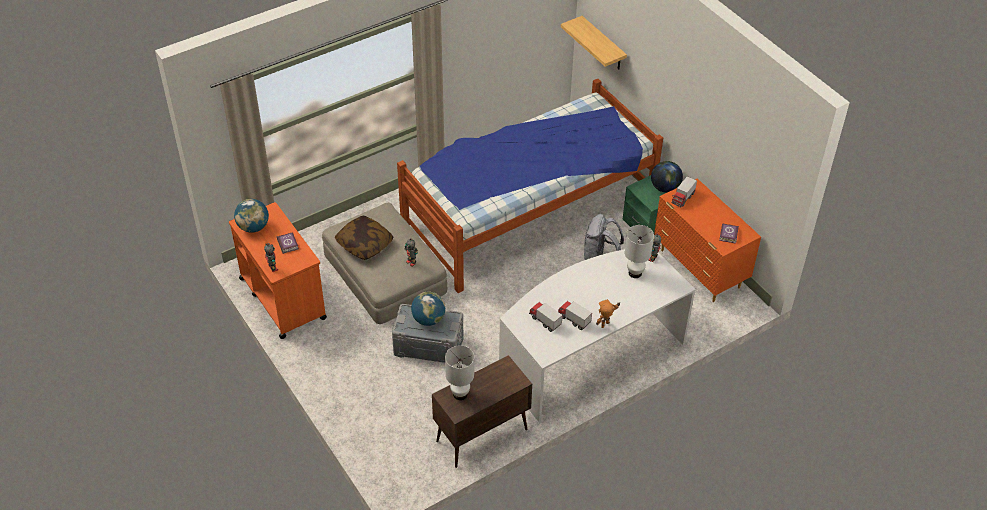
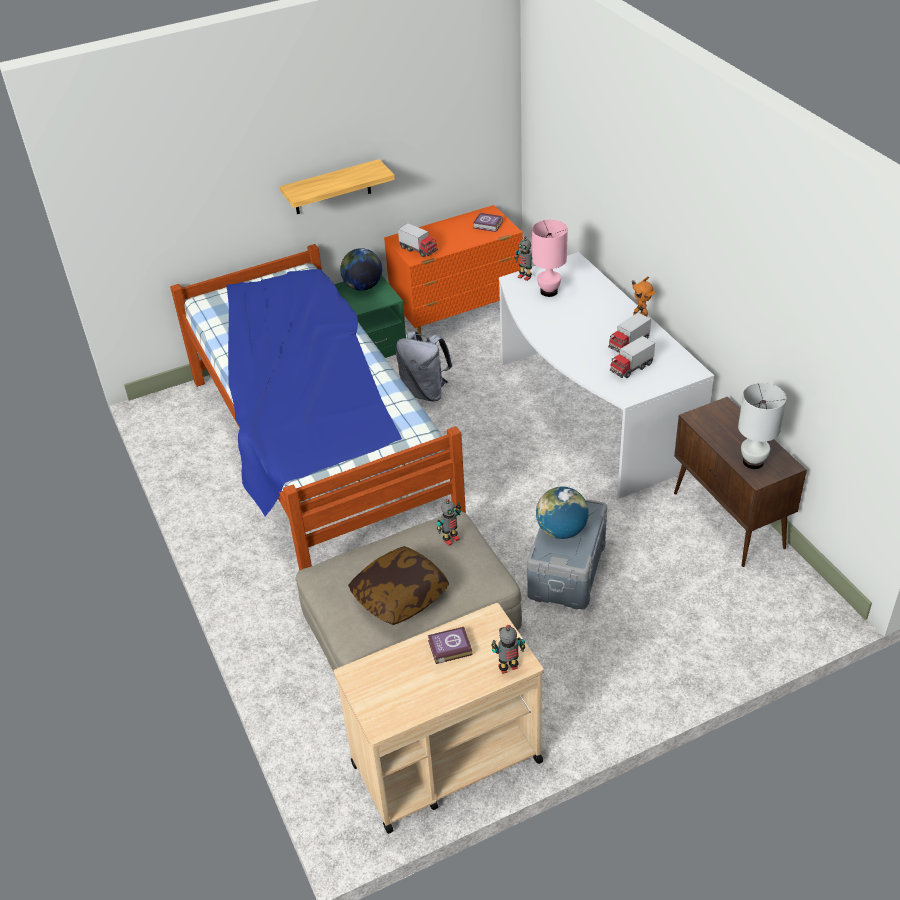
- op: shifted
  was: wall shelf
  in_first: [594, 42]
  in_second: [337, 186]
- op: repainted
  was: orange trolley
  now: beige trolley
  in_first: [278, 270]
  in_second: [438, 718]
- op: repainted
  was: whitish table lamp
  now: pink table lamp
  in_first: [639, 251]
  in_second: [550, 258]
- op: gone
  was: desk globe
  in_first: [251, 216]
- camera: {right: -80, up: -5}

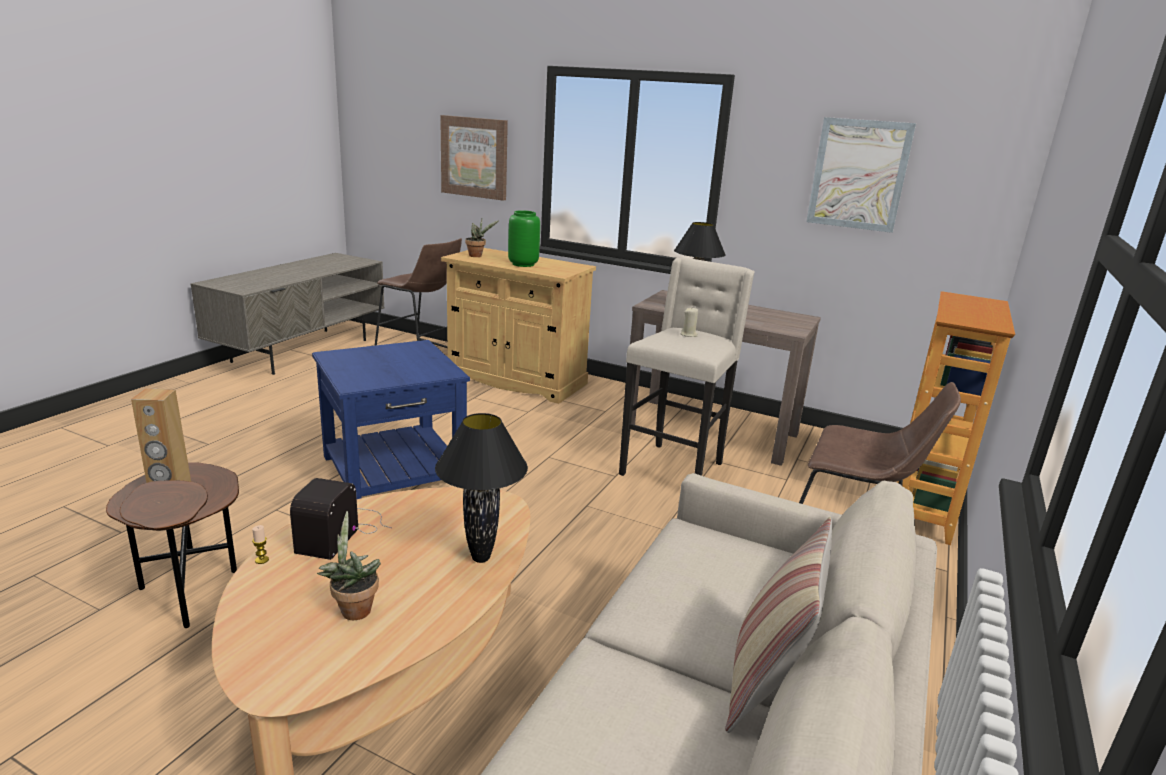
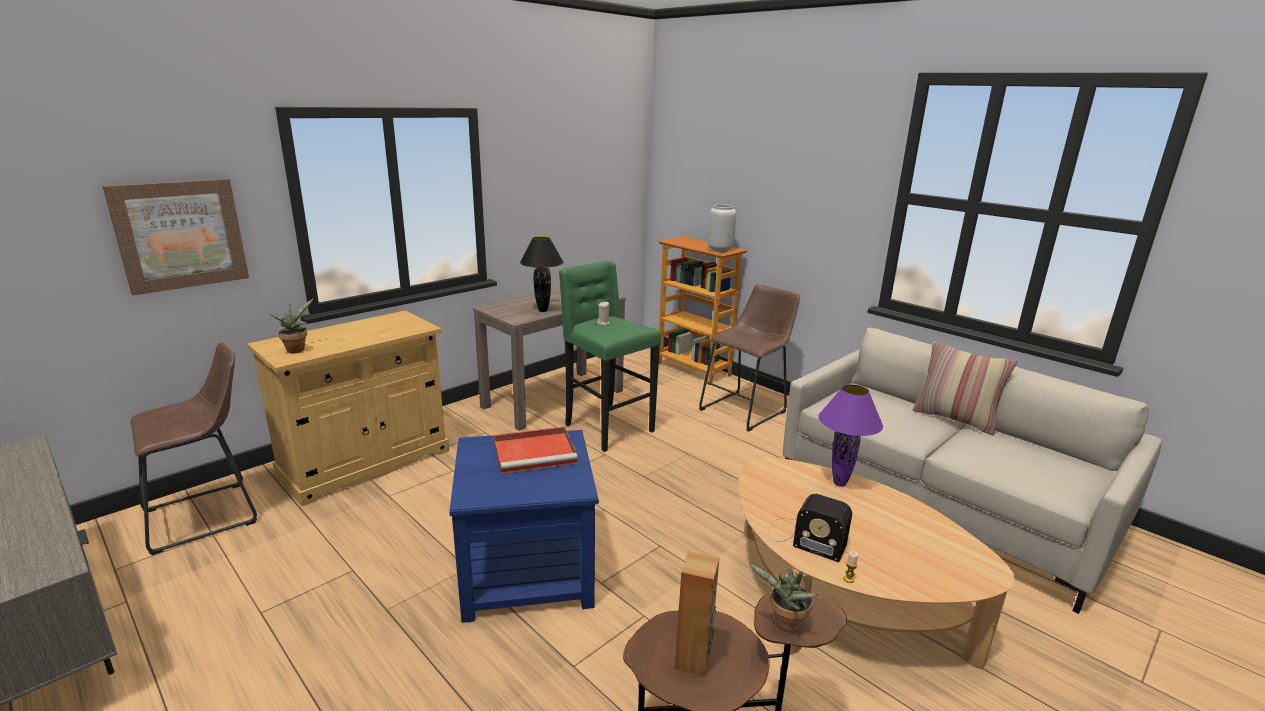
- op: new
  now: red serving tray
  in_second: [535, 450]
- op: repainted
  was: beige sitting stool
  now: greenish sitting stool
  in_first: [687, 367]
  in_second: [610, 356]
- op: new
  now: greyish vase
  in_second: [722, 228]
- op: shifted
  was: plant in a pot
  in_first: [349, 565]
  in_second: [783, 598]
- op: repainted
  was: black table lamp
  now: purple-coloured table lamp
  in_first: [481, 488]
  in_second: [850, 435]
- op: gone
  was: greenish vase
  in_first: [524, 238]
- op: gone
  was: wall art
  in_first: [861, 175]
- camera: {right: -70, up: 0}

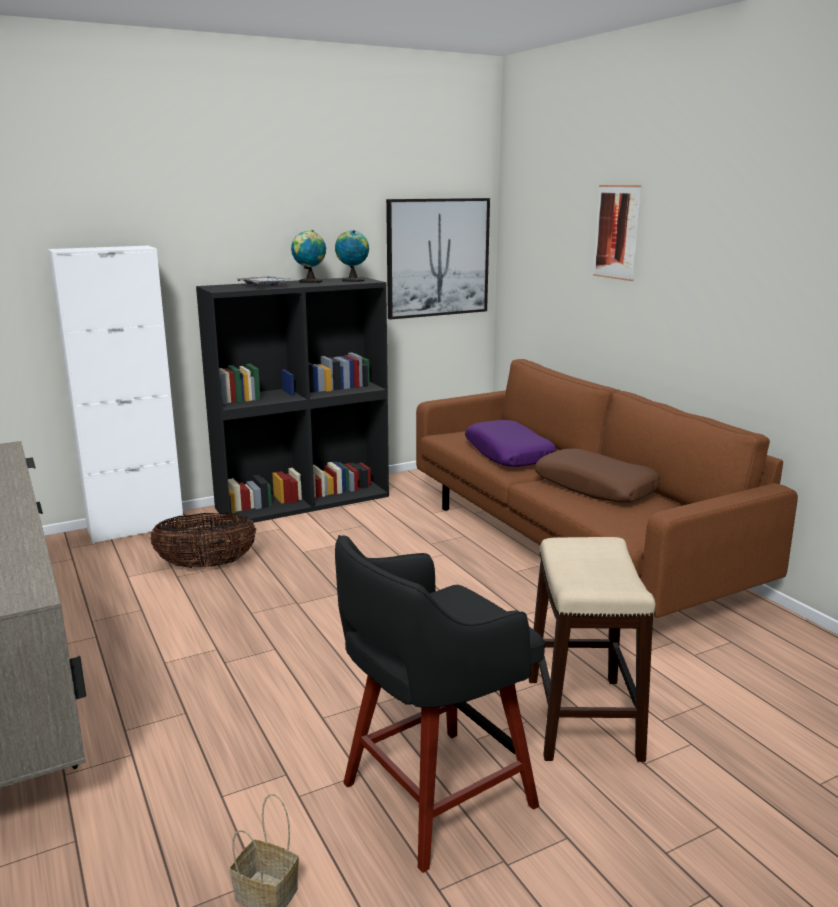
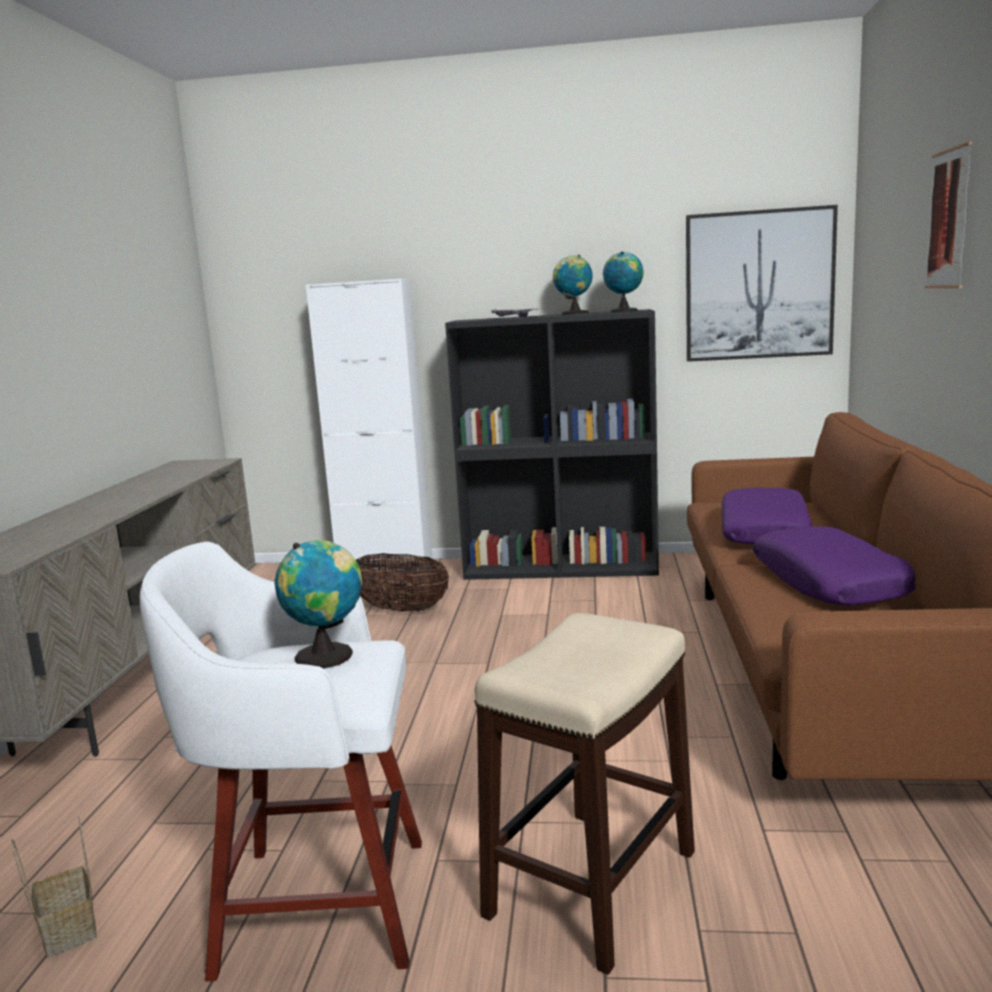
- op: repainted
  was: black sitting stool
  now: whitish sitting stool
  in_first: [440, 704]
  in_second: [281, 761]
- op: new
  now: desk globe
  in_second: [318, 604]
- op: repainted
  was: brownish pillow
  now: purple-coloured pillow
  in_first: [597, 475]
  in_second: [834, 566]
- camera: {right: 35, up: -5}

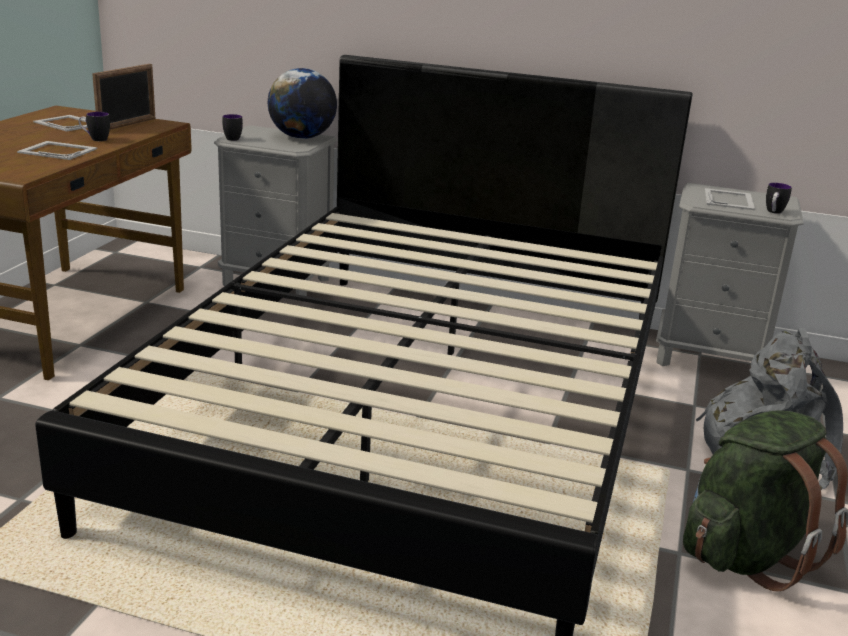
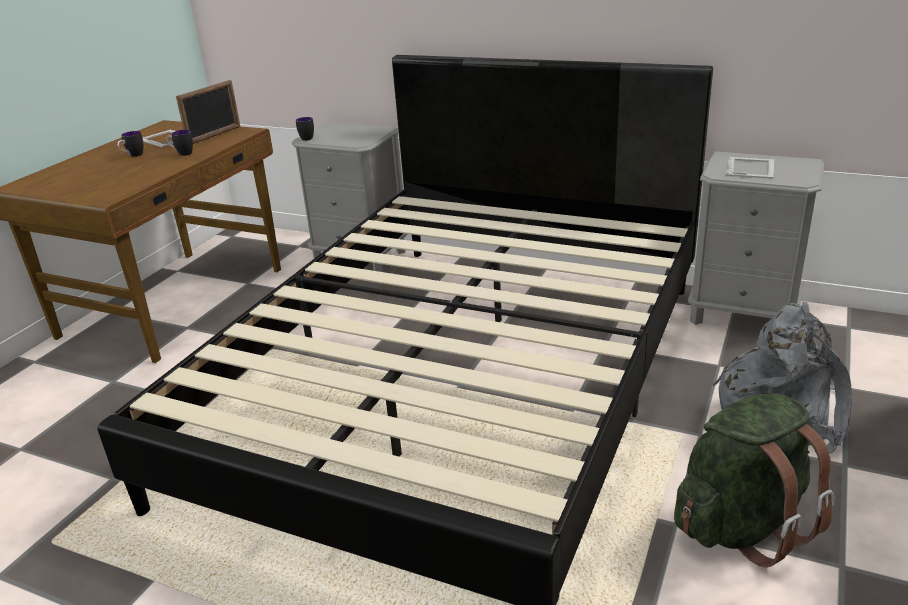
- op: shifted
  was: tea mug
  in_first: [779, 198]
  in_second: [130, 144]
- op: gone
  was: picture frame
  in_first: [57, 150]
- op: gone
  was: desk globe
  in_first: [302, 103]
- camera: {right: 10, up: 5}

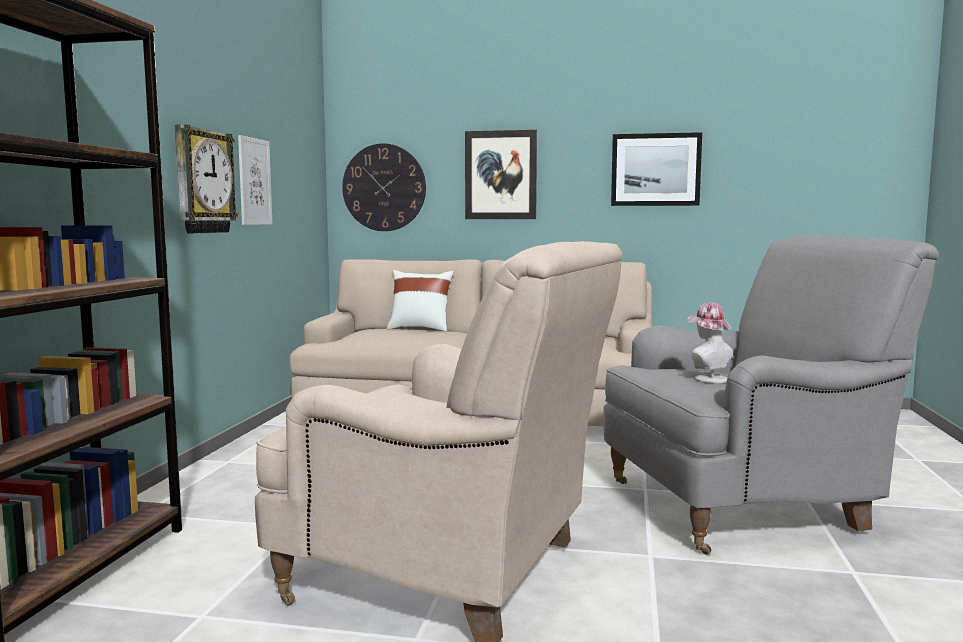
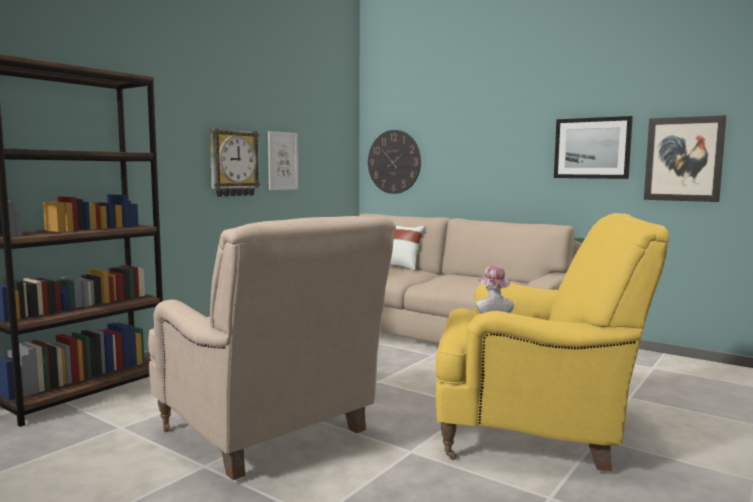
- op: repainted
  was: greyish easy chair
  now: yellow easy chair
  in_first: [771, 395]
  in_second: [552, 342]
- op: shifted
  was: wall art
  in_first: [501, 174]
  in_second: [685, 158]
- camera: {right: 25, up: 0}

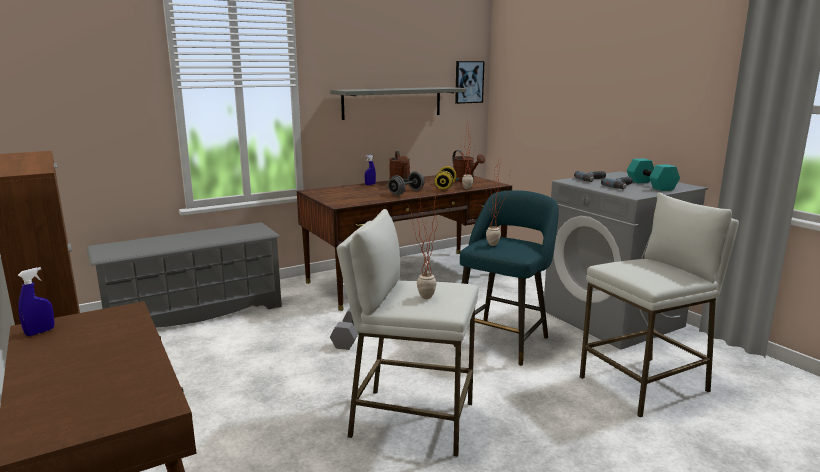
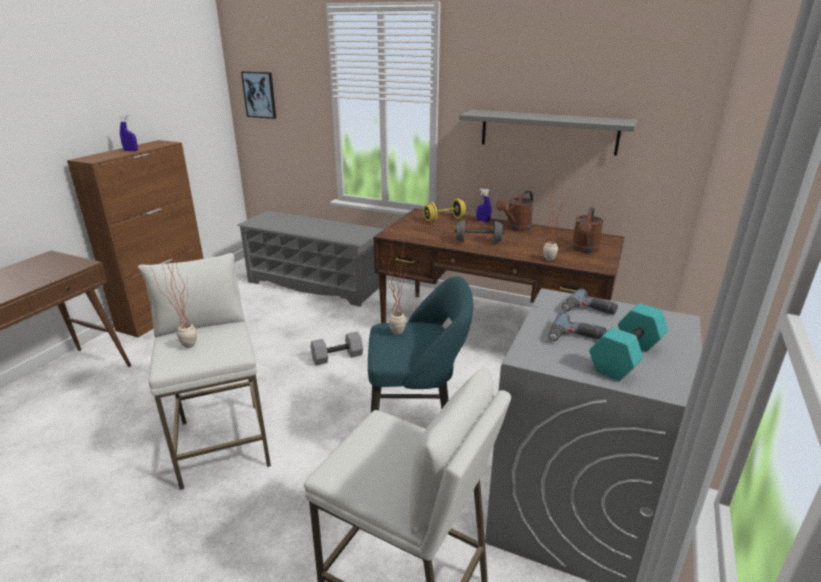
- op: shifted
  was: blue hand sprayer
  in_first: [36, 301]
  in_second: [128, 132]
- op: shifted
  was: wall art
  in_first: [470, 82]
  in_second: [258, 95]
- op: shifted
  was: yellow hand weight
  in_first: [445, 178]
  in_second: [445, 210]
- camera: {right: 55, up: 10}

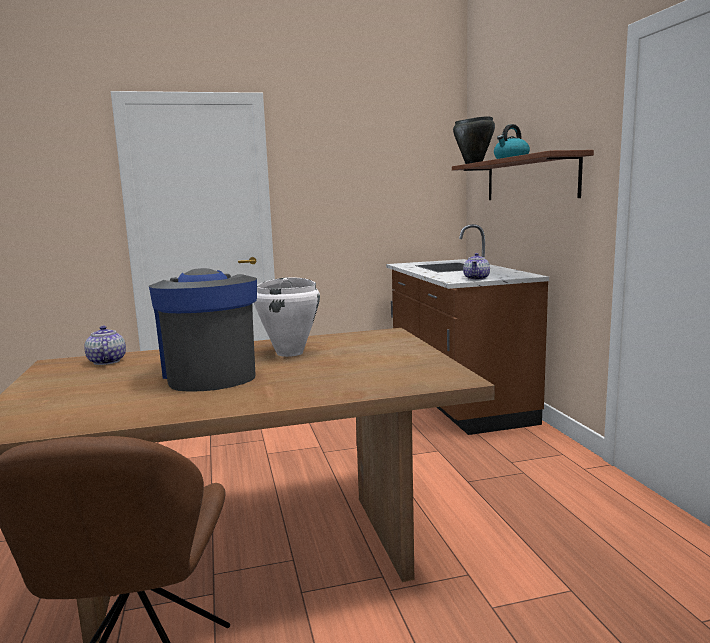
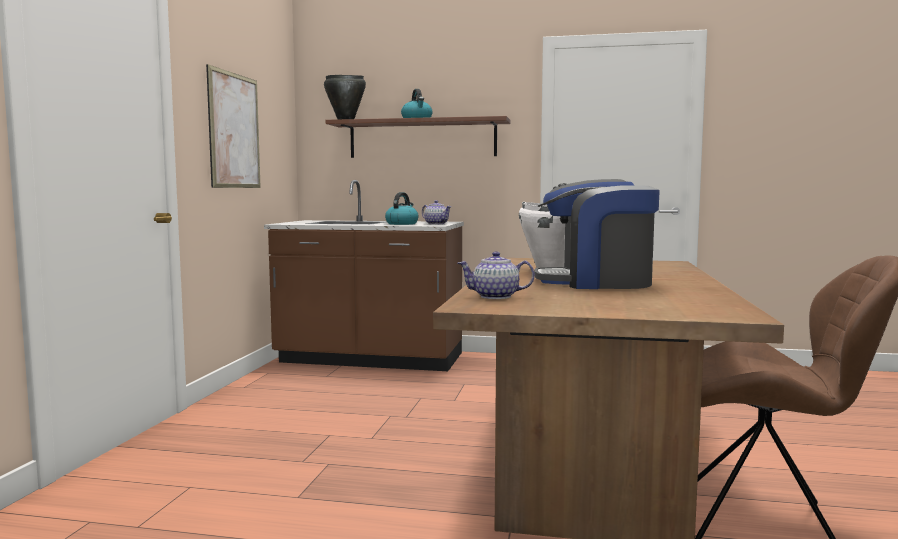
- op: new
  now: wall art
  in_second: [233, 126]
- op: new
  now: tea kettle
  in_second: [402, 208]
- camera: {right: -65, up: -5}

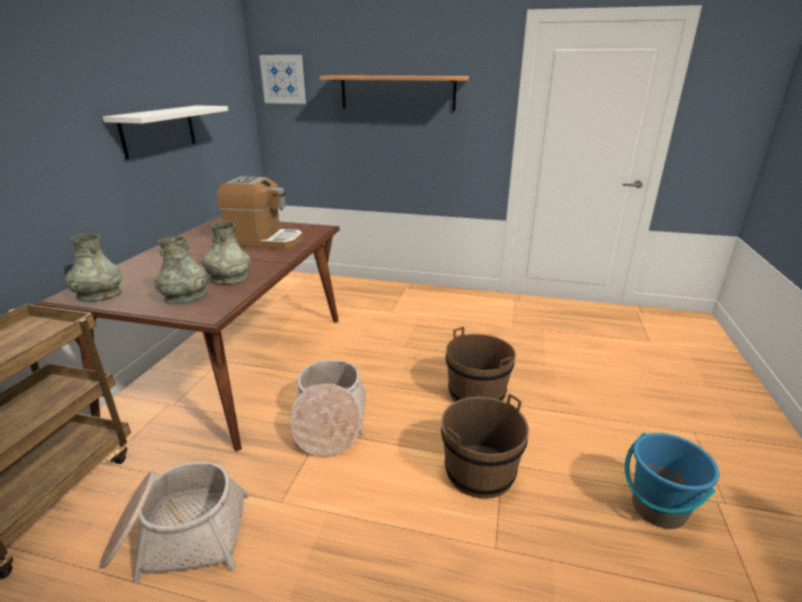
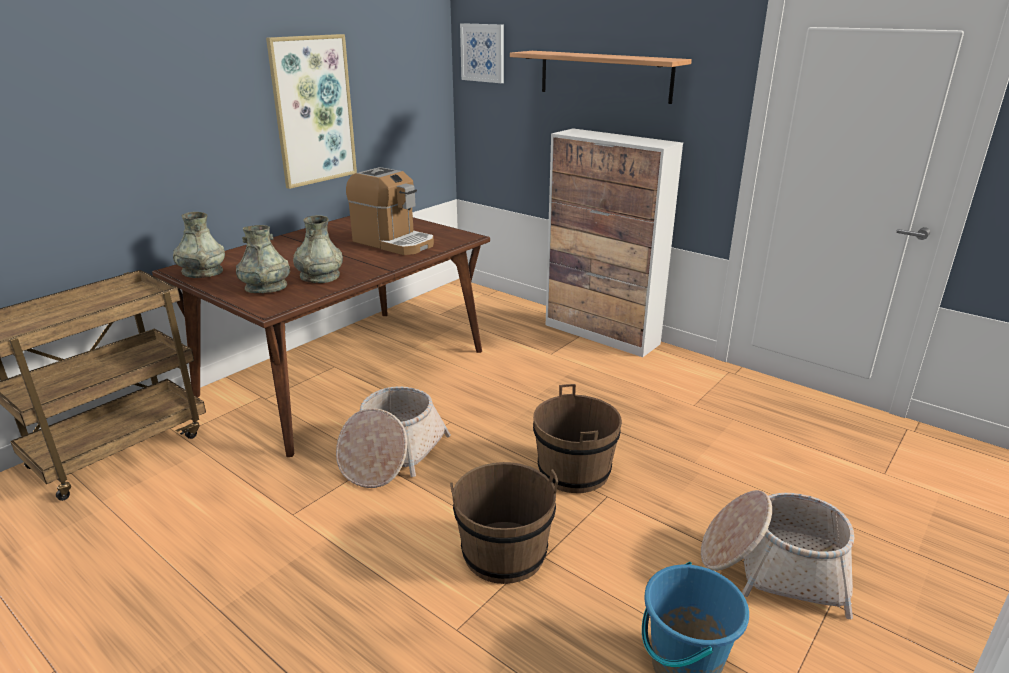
- op: swapped
  was: whitish wall shelf
  now: wall art
  in_first: [165, 132]
  in_second: [311, 111]
- op: new
  now: storage cabinet
  in_second: [614, 242]
- op: shifted
  was: household basket
  in_first: [174, 523]
  in_second: [777, 554]
- camera: {right: 25, up: 0}

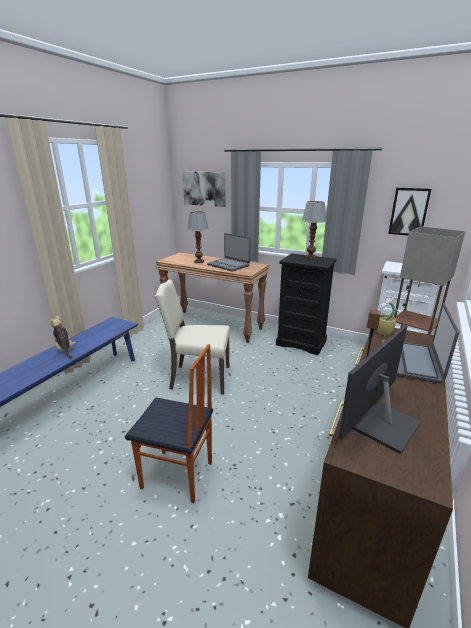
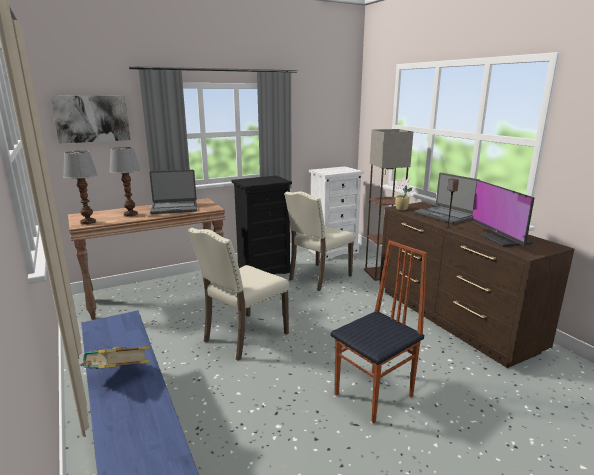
- op: shifted
  was: table lamp
  in_first: [314, 230]
  in_second: [80, 188]
- op: swapped
  was: soft toy
  now: bound book
  in_first: [62, 337]
  in_second: [115, 357]
- op: new
  now: beige plain chair
  in_second: [319, 241]
- op: gone
  was: wall art
  in_first: [409, 211]
- camera: {right: -55, up: -5}

